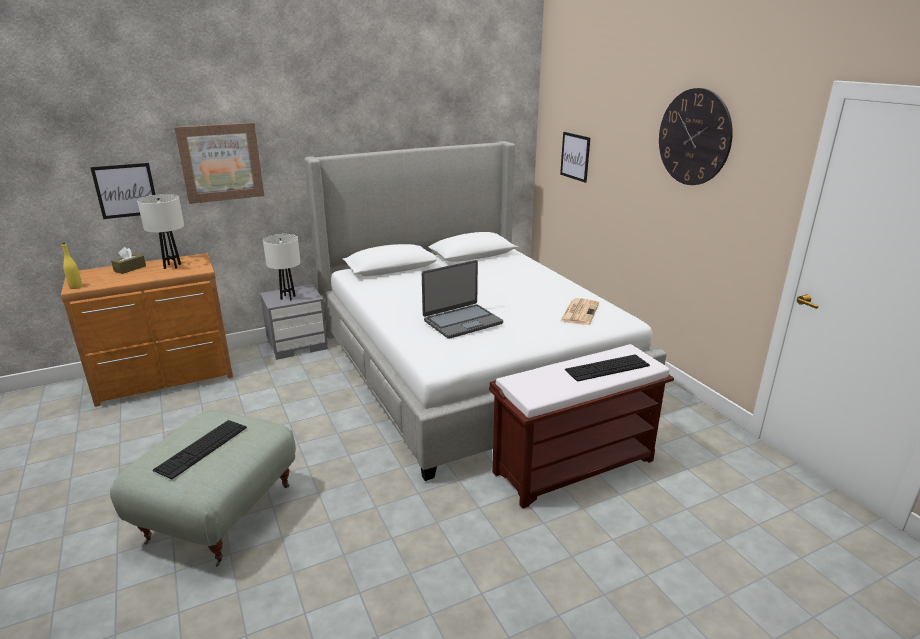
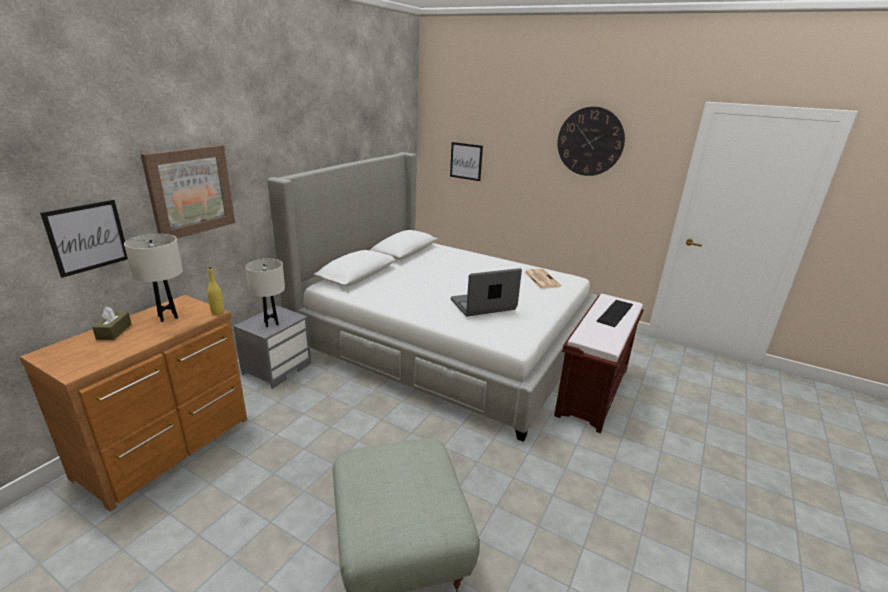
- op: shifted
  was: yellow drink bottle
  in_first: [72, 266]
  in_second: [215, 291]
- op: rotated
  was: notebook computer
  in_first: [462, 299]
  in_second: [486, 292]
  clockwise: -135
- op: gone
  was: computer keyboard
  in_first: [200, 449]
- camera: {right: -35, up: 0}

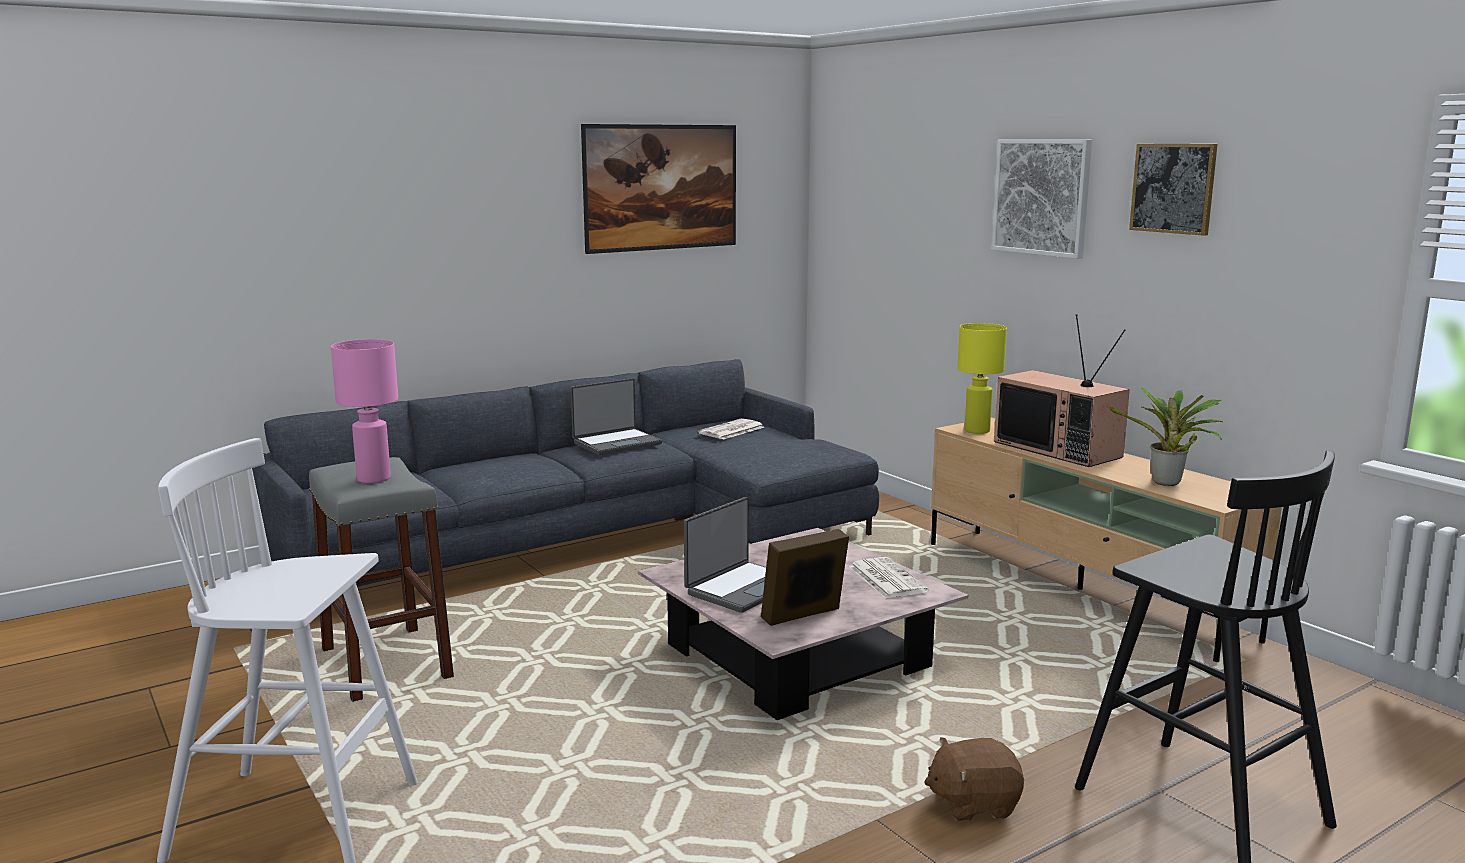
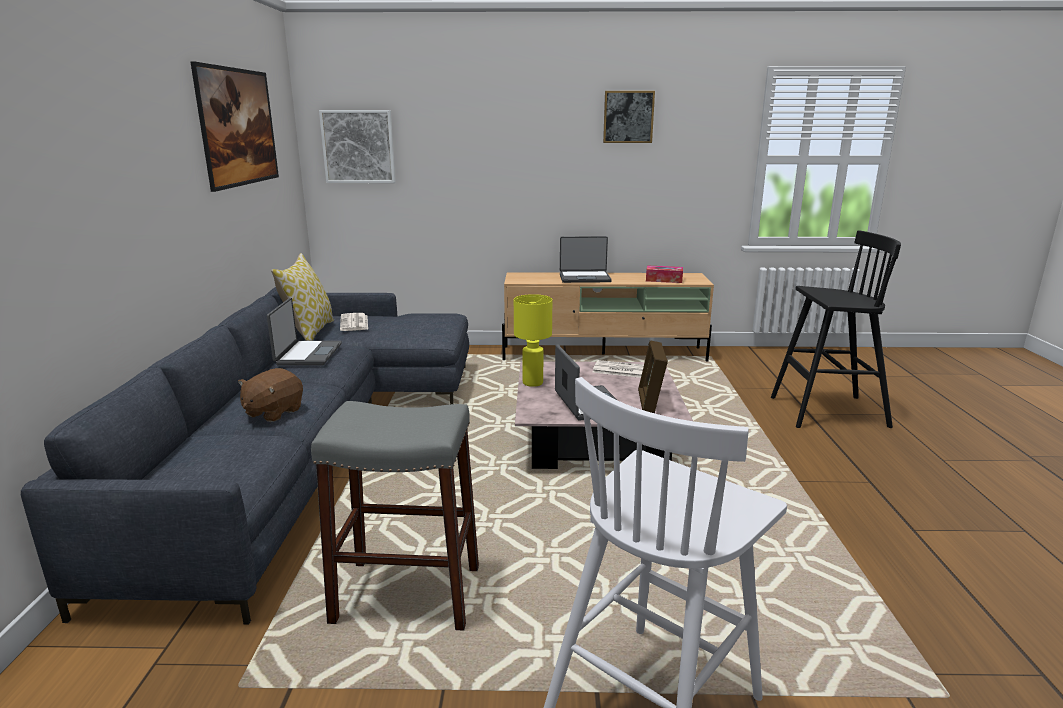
- op: shifted
  was: brownish soft toy
  in_first: [974, 779]
  in_second: [270, 395]
- op: new
  now: pillow
  in_second: [302, 297]
- op: shifted
  was: wall art
  in_first: [1041, 199]
  in_second: [357, 146]
- op: shifted
  was: yellow table lamp
  in_first: [982, 378]
  in_second: [533, 340]
- op: swapped
  was: television
  now: notebook computer
  in_first: [1062, 390]
  in_second: [586, 259]
- op: swapped
  was: plant in a pot
  now: box of tissues
  in_first: [1166, 436]
  in_second: [664, 274]
- op: gone
  was: pink table lamp
  in_first: [364, 411]
- camera: {right: -55, up: 5}

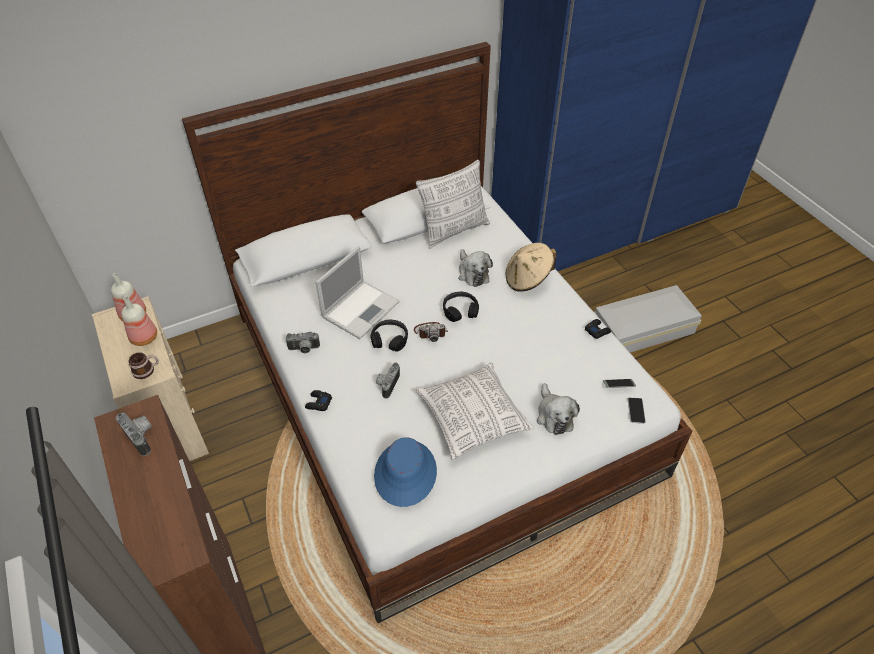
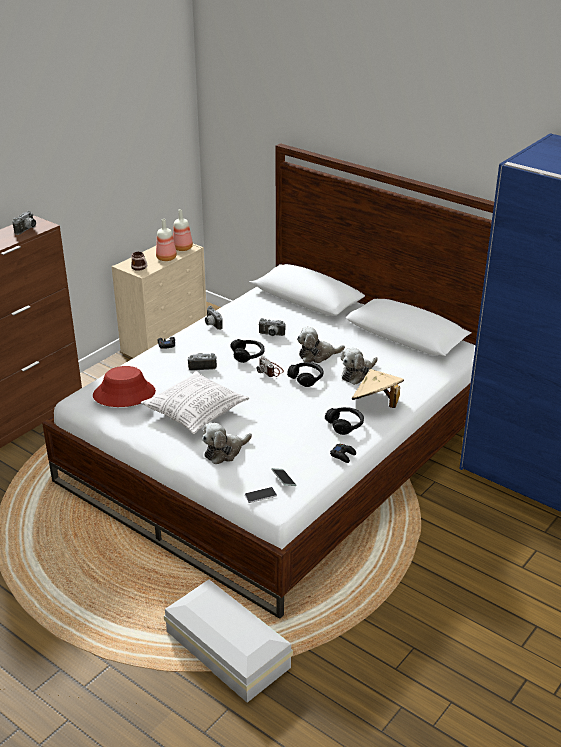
- op: repainted
  was: blue clothing hat
  now: red clothing hat
  in_first: [405, 472]
  in_second: [124, 386]
- op: shifted
  was: whitish storage box
  in_first: [648, 318]
  in_second: [228, 641]
- op: swapped
  was: notebook computer
  now: photo camera
  in_first: [357, 292]
  in_second: [272, 327]
- op: new
  now: soft toy
  in_second: [321, 345]
- op: new
  now: black headphones
  in_second: [344, 421]
- op: gone
  was: pillow
  in_first: [453, 204]
- camera: {right: 65, up: -15}

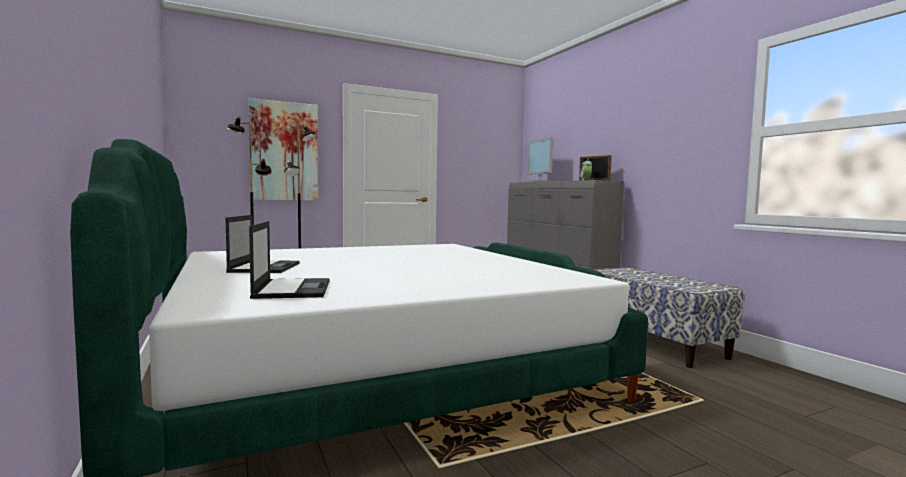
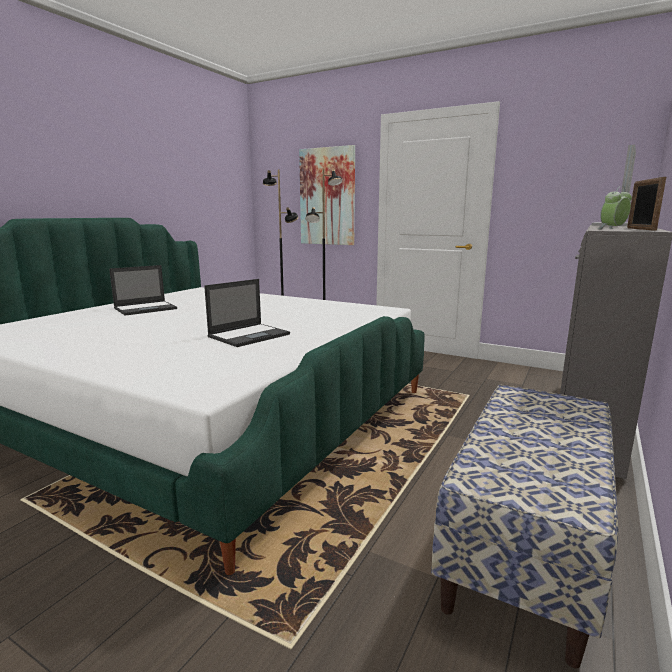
- op: shifted
  was: notebook computer
  in_first: [289, 260]
  in_second: [247, 313]
- camera: {right: 55, up: 10}

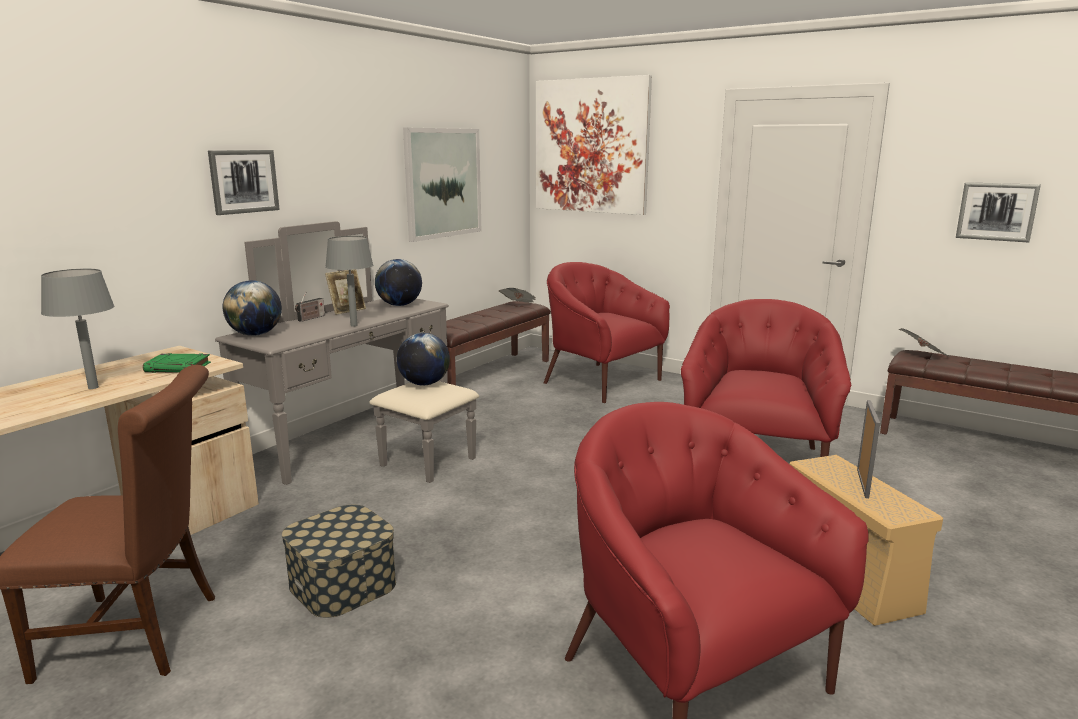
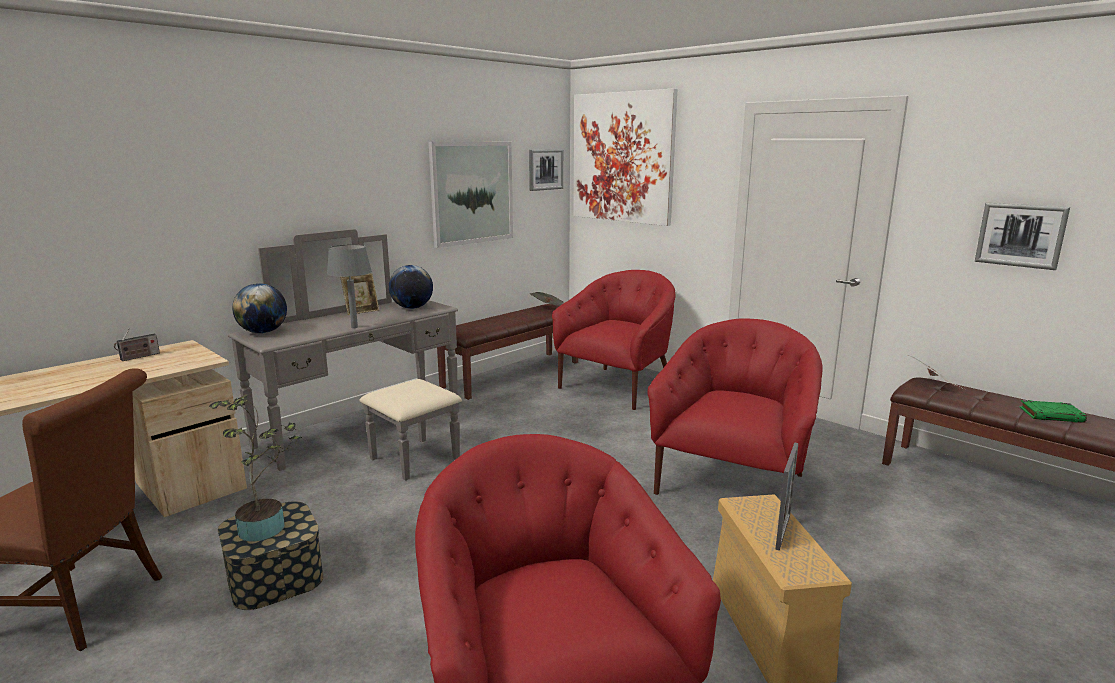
- op: shifted
  was: radio set
  in_first: [310, 307]
  in_second: [137, 344]
- op: new
  now: plant in a pot
  in_second: [255, 468]
- op: shifted
  was: wall art
  in_first: [244, 182]
  in_second: [546, 170]
- op: rotated
  was: red easy chair
  in_first: [607, 332]
  in_second: [614, 340]
  clockwise: 75
- op: shifted
  was: greenish bound book
  in_first: [177, 363]
  in_second: [1053, 411]
- op: gone
  was: greyish table lamp
  in_first: [77, 329]
- op: gone
  was: desk globe
  in_first: [423, 359]
- camera: {right: 10, up: 0}

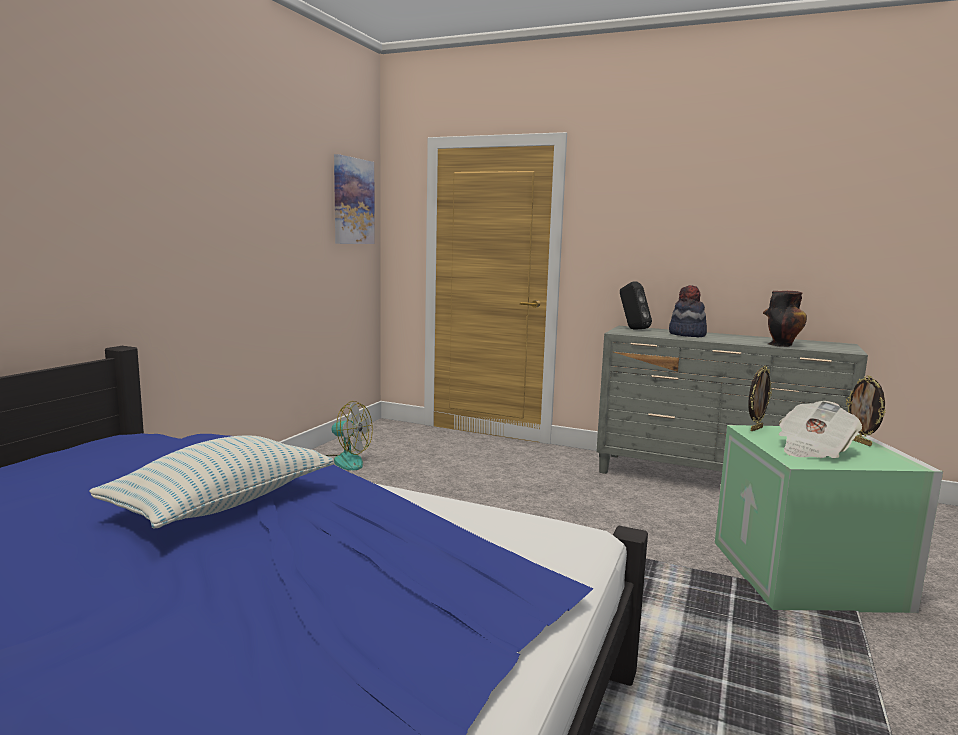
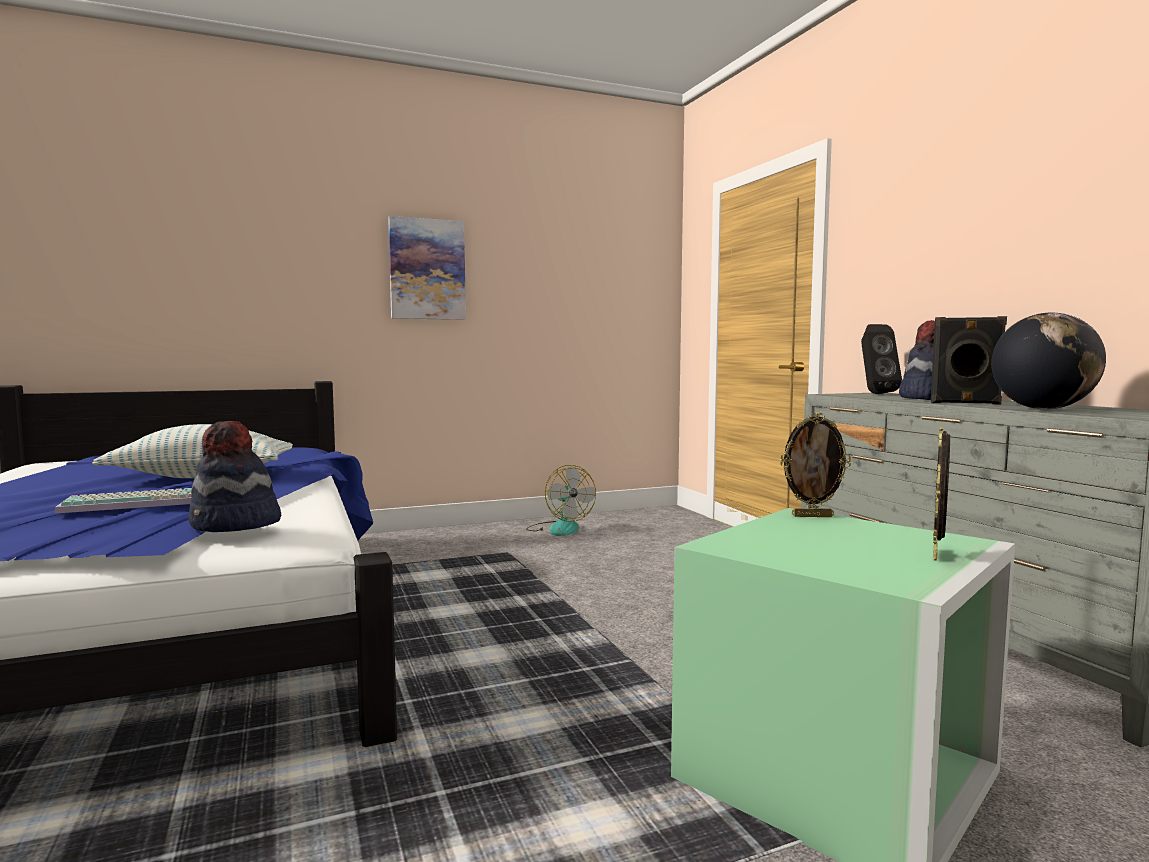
- op: new
  now: computer keyboard
  in_second: [123, 501]
- op: new
  now: clothing hat
  in_second: [234, 476]
- op: shifted
  was: wall art
  in_first: [354, 199]
  in_second: [427, 268]
- op: new
  now: black loudspeaker
  in_second: [969, 360]
- op: swapped
  was: vase
  now: desk globe
  in_first: [785, 319]
  in_second: [1048, 360]
- op: gone
  was: printed paper
  in_first: [820, 429]
- camera: {right: 45, up: -5}

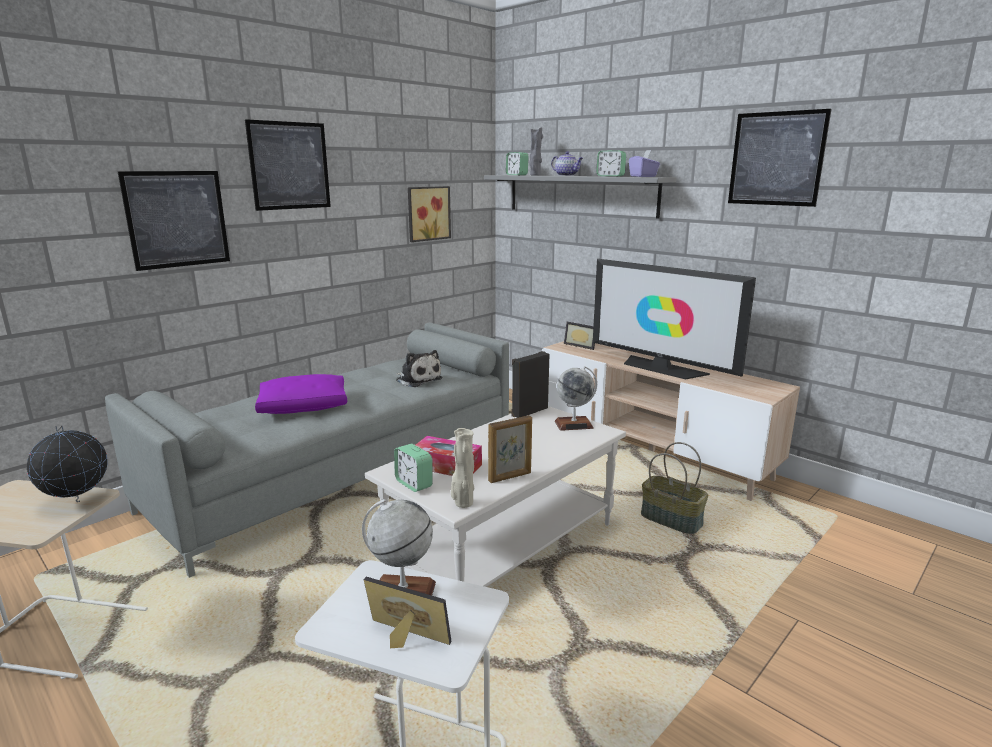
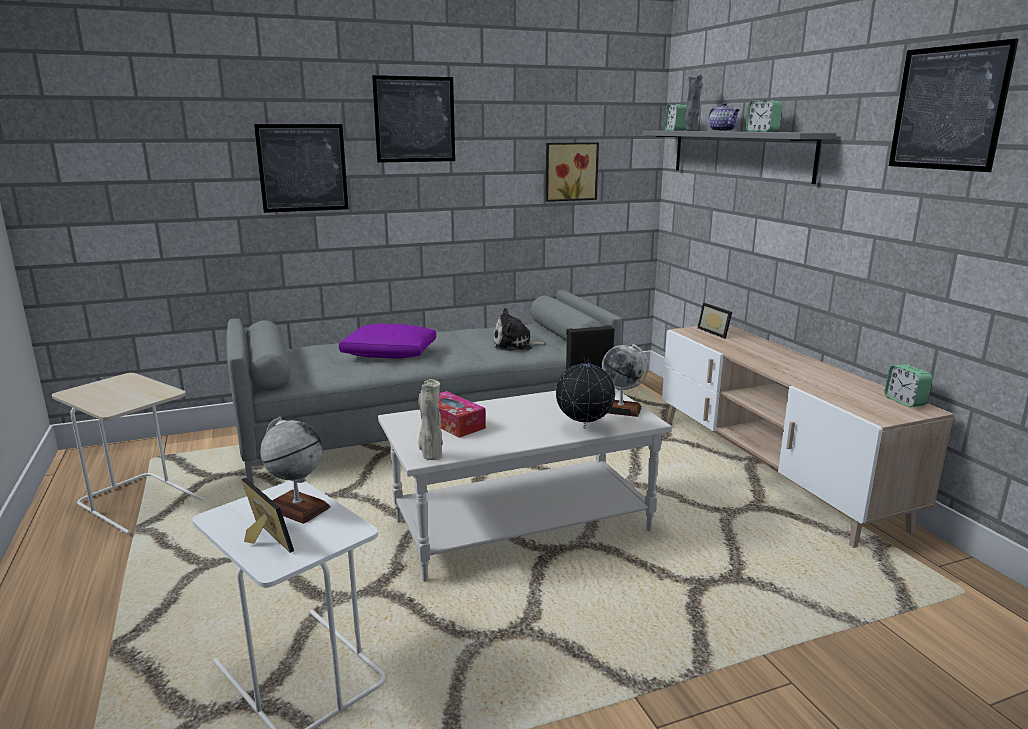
- op: rotated
  was: soft toy
  in_first: [419, 368]
  in_second: [520, 329]
  clockwise: 105
- op: shifted
  was: desk globe
  in_first: [67, 464]
  in_second: [585, 393]
- op: shifted
  was: alarm clock
  in_first: [413, 468]
  in_second: [909, 385]
- op: gone
  was: picture frame
  in_first: [510, 449]
- op: gone
  was: television
  in_first: [674, 319]
- op: gone
  was: purple-coloured box of tissues
  in_first: [644, 163]
- op: gone
  was: household basket
  in_first: [674, 488]
- camera: {right: 25, up: 0}

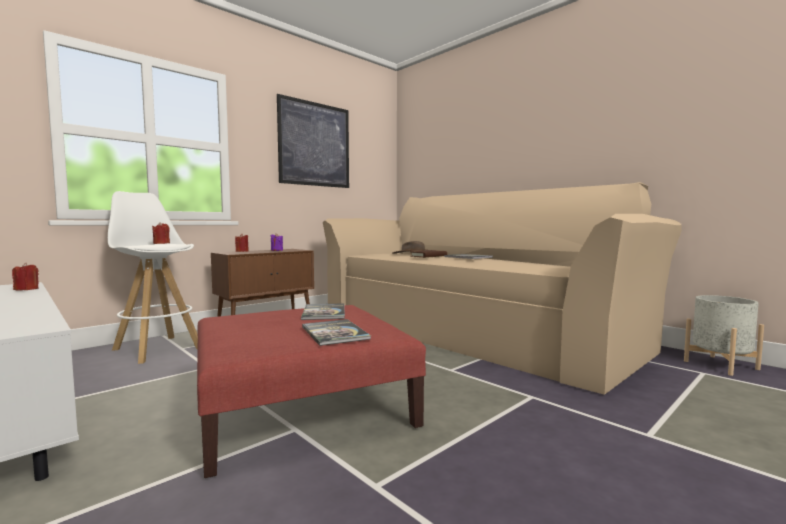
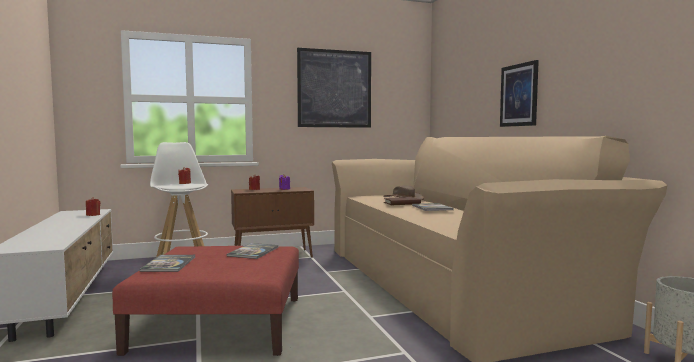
- op: shifted
  was: bound book
  in_first: [336, 332]
  in_second: [167, 263]
- op: new
  now: wall art
  in_second: [519, 93]
- camera: {right: 25, up: 0}

